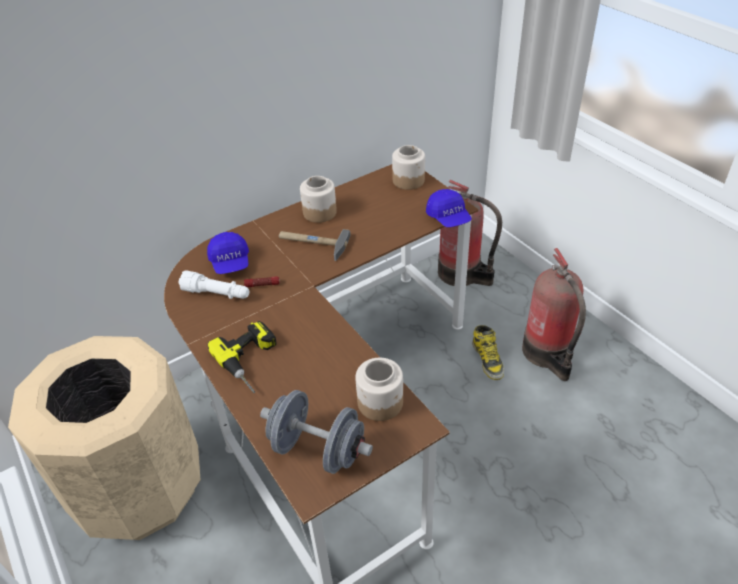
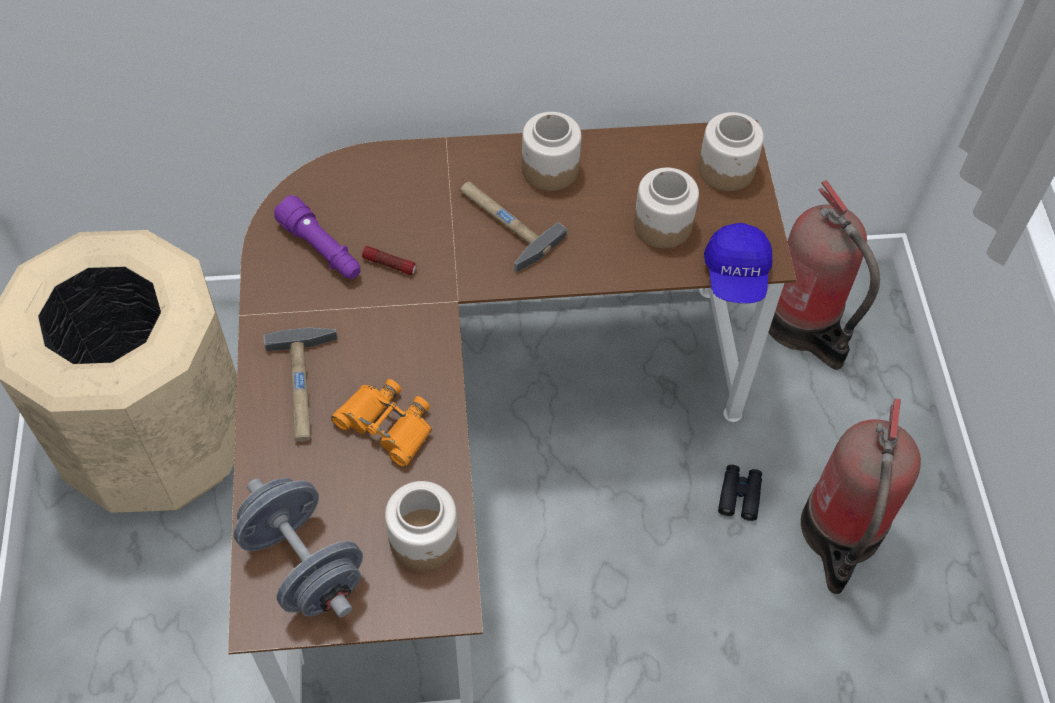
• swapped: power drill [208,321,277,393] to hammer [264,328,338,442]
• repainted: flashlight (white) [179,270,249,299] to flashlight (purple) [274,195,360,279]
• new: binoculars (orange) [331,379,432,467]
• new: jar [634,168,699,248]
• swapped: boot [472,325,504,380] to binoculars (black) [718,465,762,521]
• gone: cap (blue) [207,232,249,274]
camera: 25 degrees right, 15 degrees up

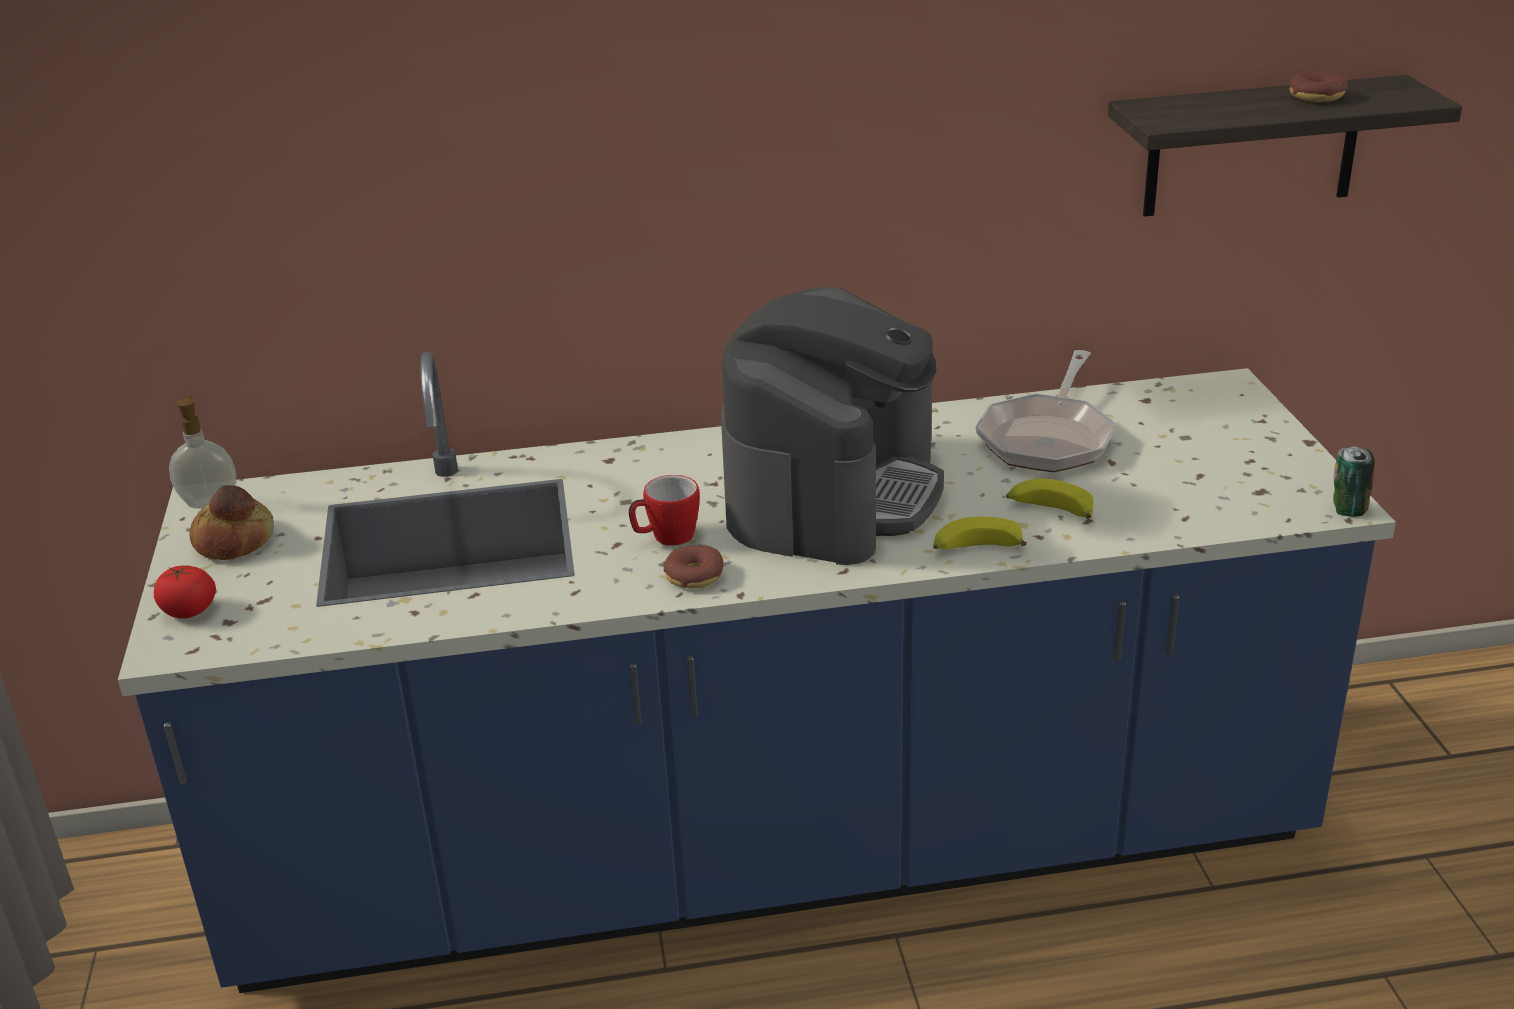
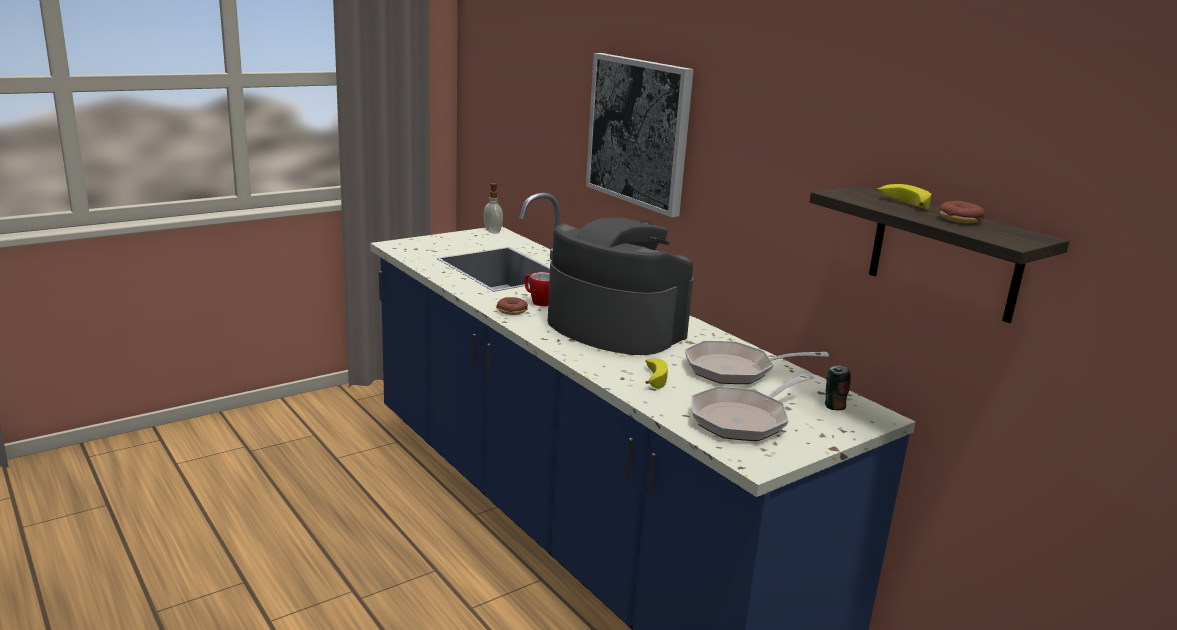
• rotated: coffee machine [721,287,944,565] = [548,217,693,355] 135 degrees counterclockwise
• new: picture [586,53,694,217]
• new: frying pan [691,373,814,441]
• shifted: can [1333,446,1375,517] to [825,365,851,410]
• shifted: banana [933,517,1027,549] to [876,184,931,210]
• gone: tomato [154,565,216,619]
• gone: bread [189,485,274,560]
camera: 60 degrees right, 10 degrees down

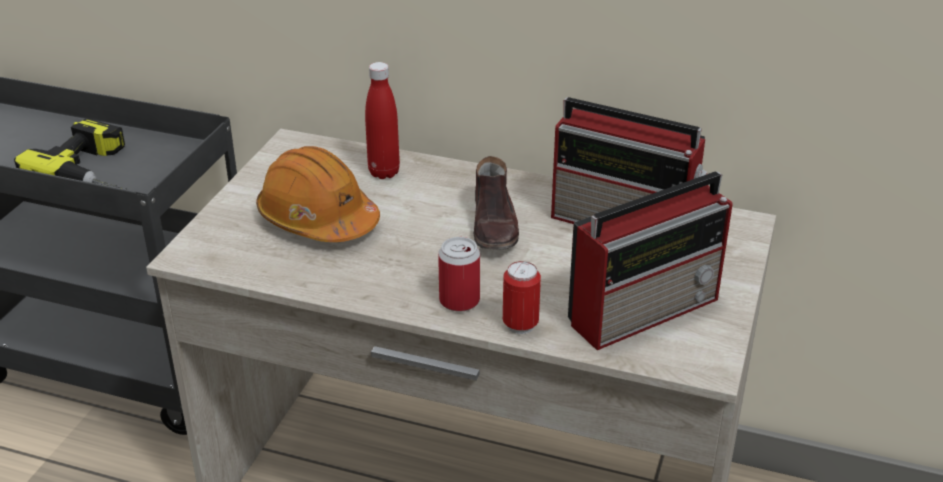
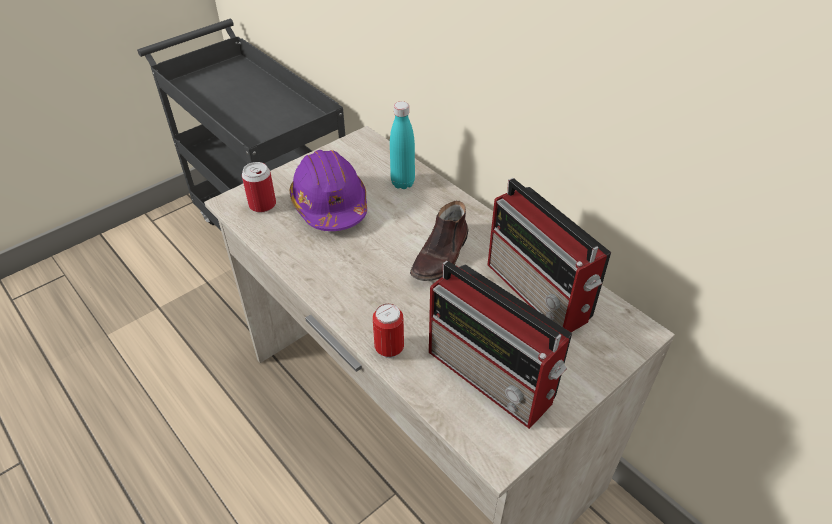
• shifted: can [438,237,480,312] to [242,162,276,213]
• repainted: hard hat (orange) [256,146,380,242] to hard hat (purple) [290,150,367,231]
• repainted: bottle (red) [365,62,400,179] to bottle (turquoise) [390,101,415,189]
• rotated: radio [568,171,733,350] = [429,261,572,429] 45 degrees clockwise
• gone: power drill [14,119,129,190]
camera: 30 degrees right, 10 degrees up

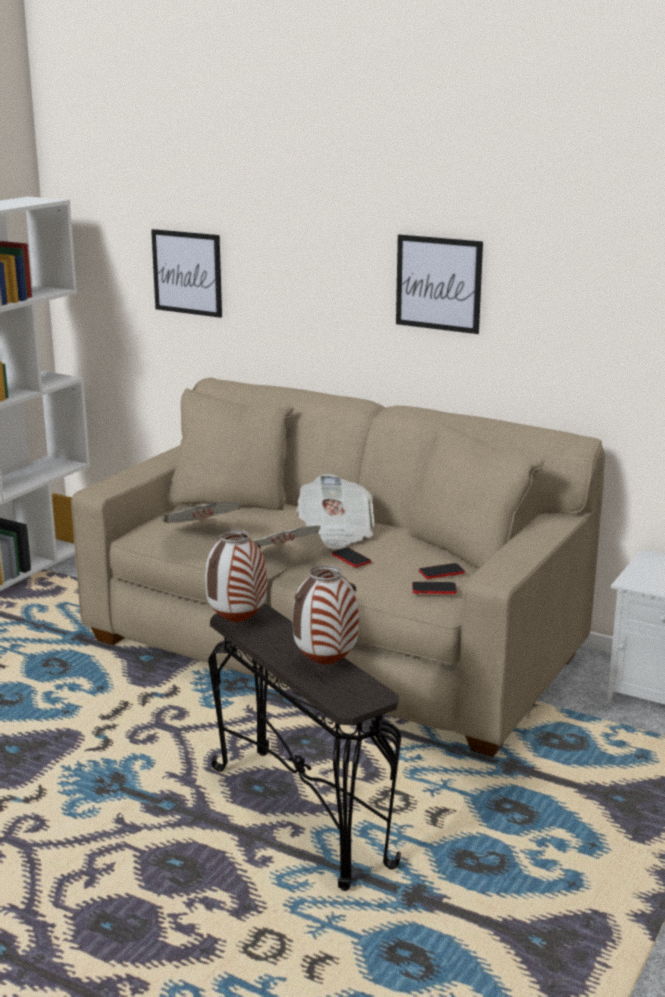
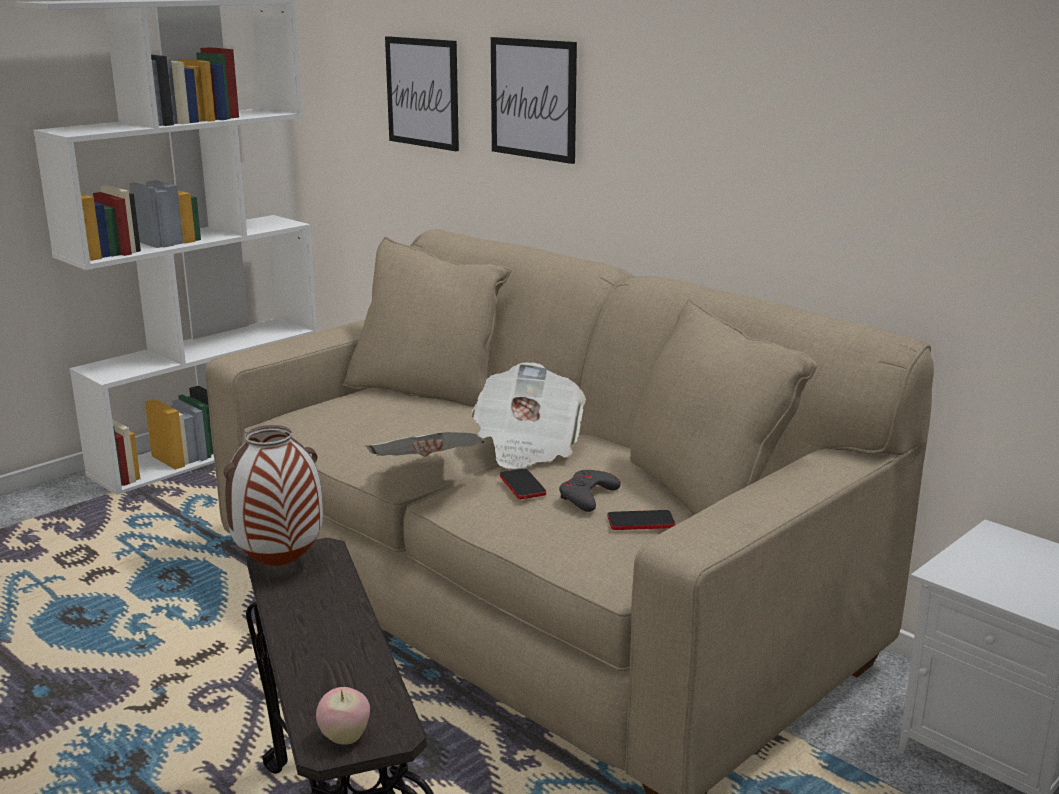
• new: apple [316,687,370,745]
• shifted: picture [396,235,483,334] to [491,37,577,164]
• new: game controller (grey) [559,470,621,512]
• gone: newspaper [162,502,240,523]
• gone: vase [293,565,359,665]
• gone: phone [412,582,457,594]
camera: 15 degrees right, 0 degrees up

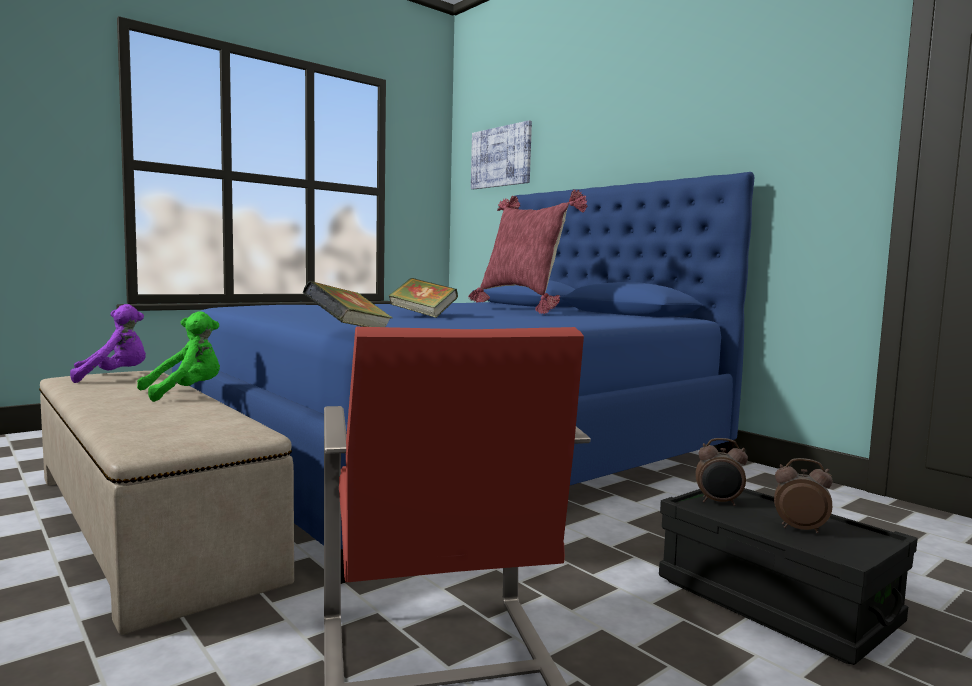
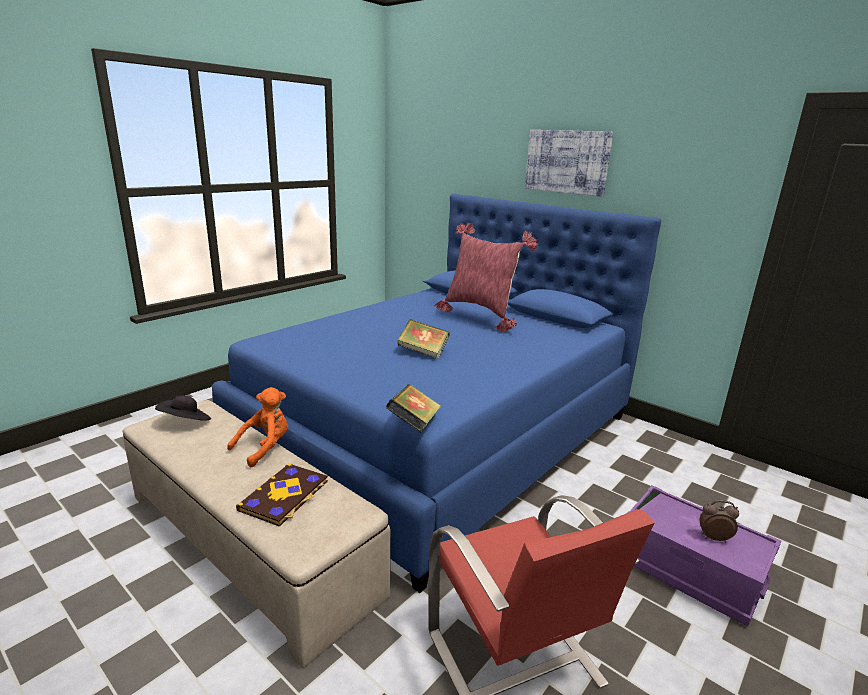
• swapped: plush toy (purple) [70,304,146,383] to hat (black) [155,396,211,421]
• repainted: plush toy (green) [137,311,220,402] to plush toy (orange) [227,387,288,467]
• new: book [236,463,328,527]
• shifted: picture [471,120,532,189] to [525,130,613,197]
• repainted: storage box (black) [659,488,918,665] to storage box (purple) [628,485,781,626]
• gone: alarm clock [696,438,748,506]
camera: 10 degrees left, 15 degrees up

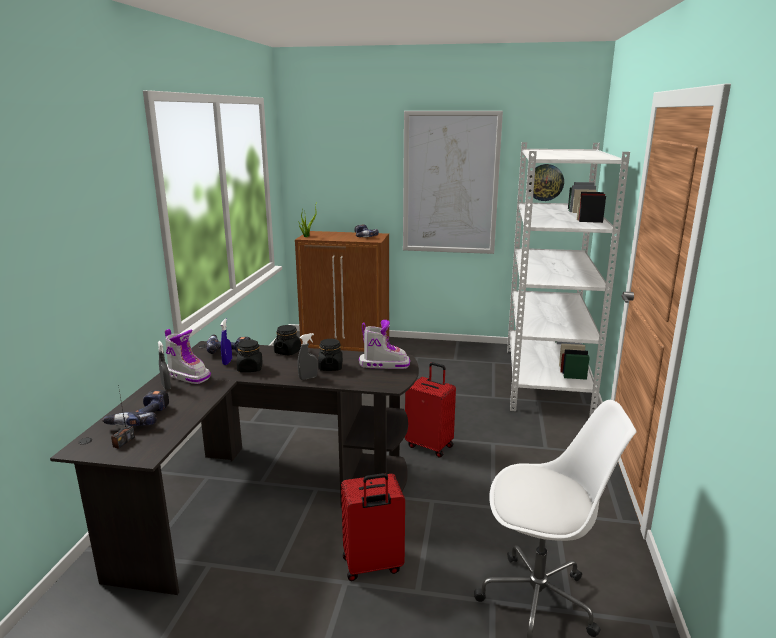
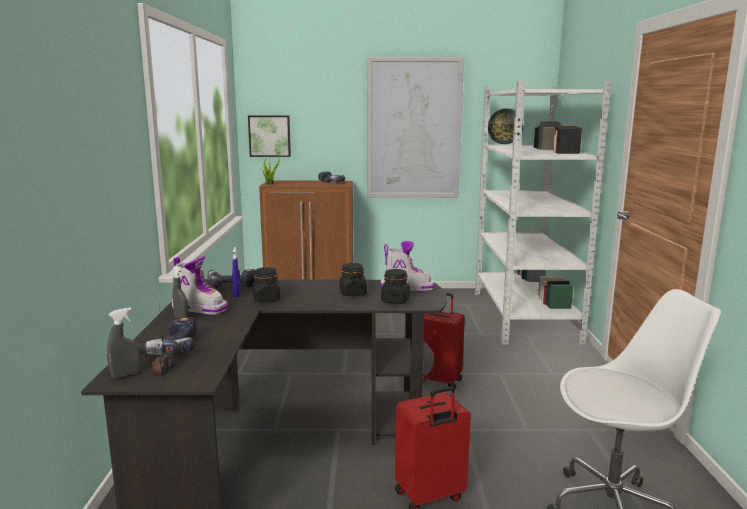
• shifted: spray bottle (grey) [298,333,318,380] to [107,307,140,378]
• new: picture [248,115,291,157]
• shifted: jar (black) [274,325,301,355] to [381,269,410,304]
camera: 10 degrees left, 5 degrees down

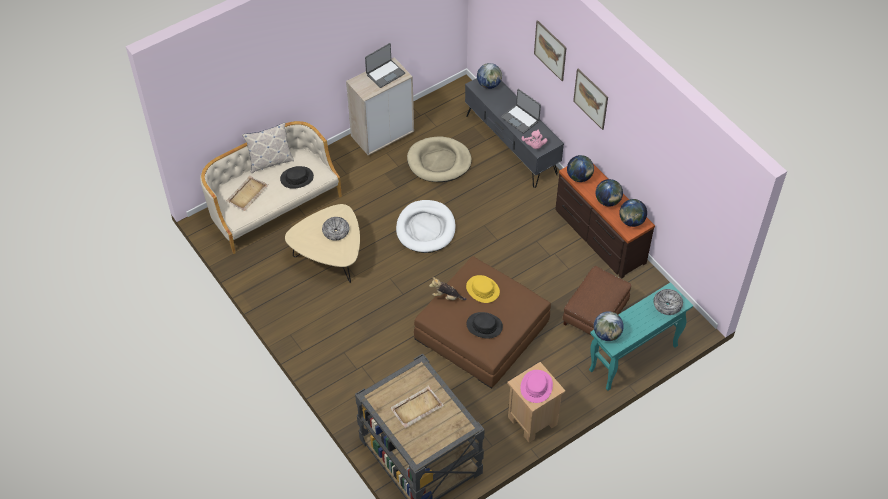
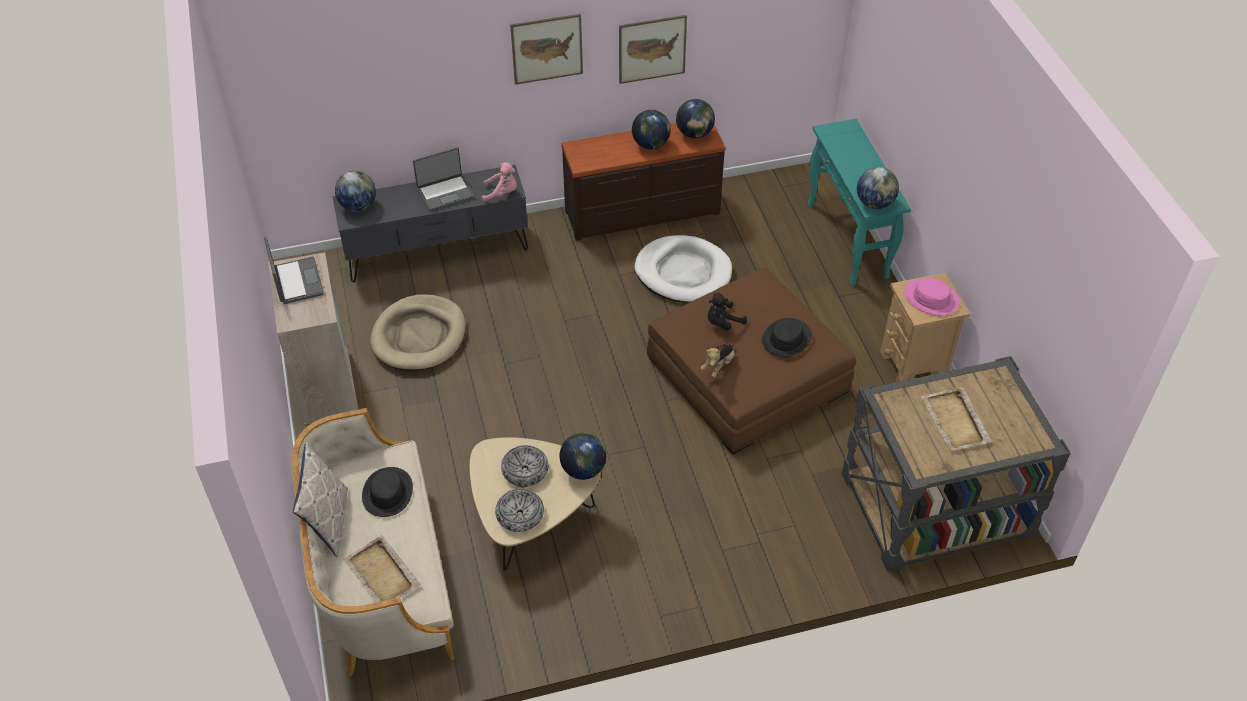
• shifted: bowl [653,289,683,315] to [495,489,544,532]
• shifted: globe [567,155,594,182] to [560,432,606,480]
• shifted: picture [534,20,566,81] to [619,15,687,84]
• shifted: dog bed (white) [396,200,456,253] to [634,235,732,303]
• swapped: hat (yellow) [466,275,500,303] to plush toy (black) [707,293,747,330]
• gone: ottoman (brown) [563,266,632,336]
camera: 70 degrees left, 5 degrees down

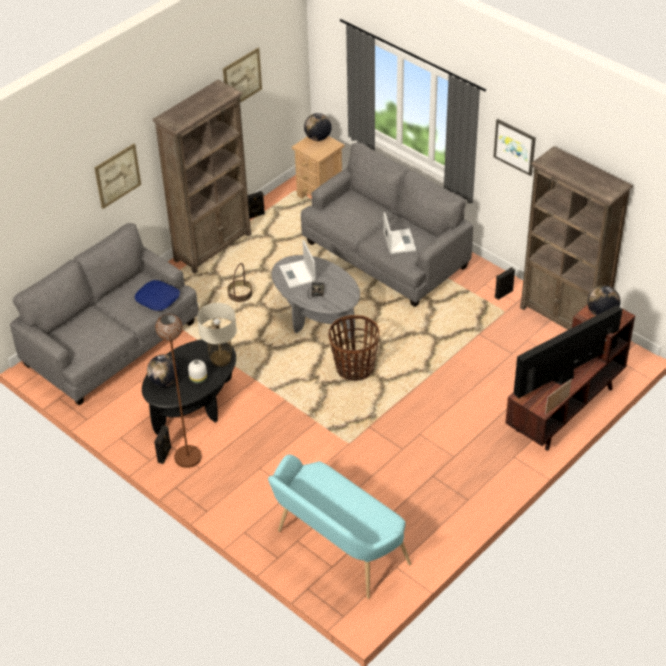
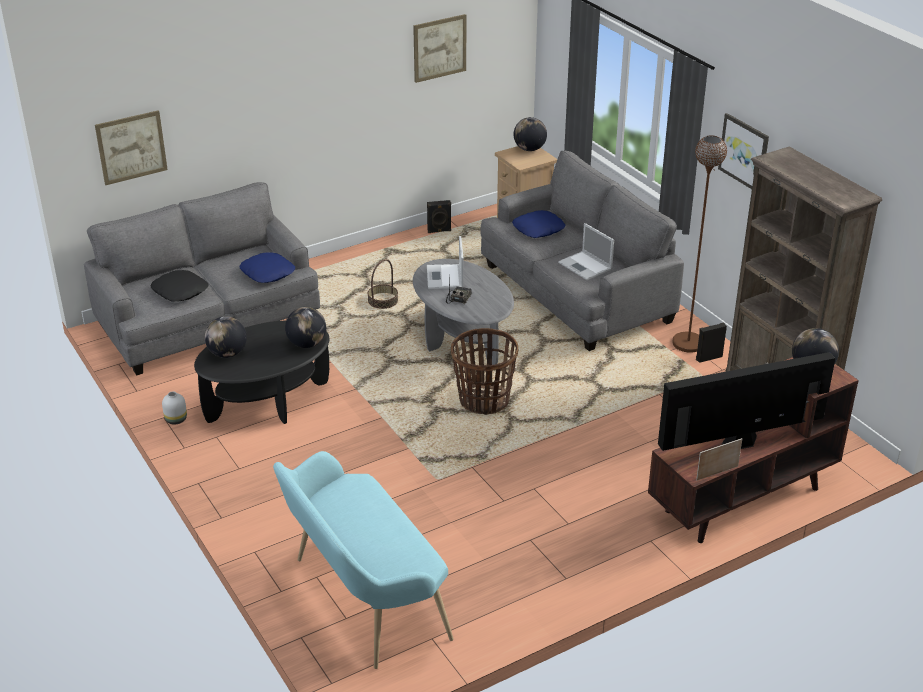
• shifted: picture [94,144,141,209] to [95,110,168,185]
• new: pillow (black) [151,270,208,302]
• shifted: vase (white) [188,359,207,384] to [162,391,187,424]
• swapped: table lamp [197,303,237,367] to globe [285,307,326,348]
• new: pillow (blue) [512,210,565,238]
• rotated: laptop [384,212,416,254] = [558,223,614,280] 135 degrees clockwise
• shifted: floor lamp (brown) [155,314,202,468] to [672,135,727,353]
• gone: bookcase (brown) [152,80,252,274]
• gone: speaker (black) [154,425,171,464]
camera: 15 degrees right, 10 degrees down

